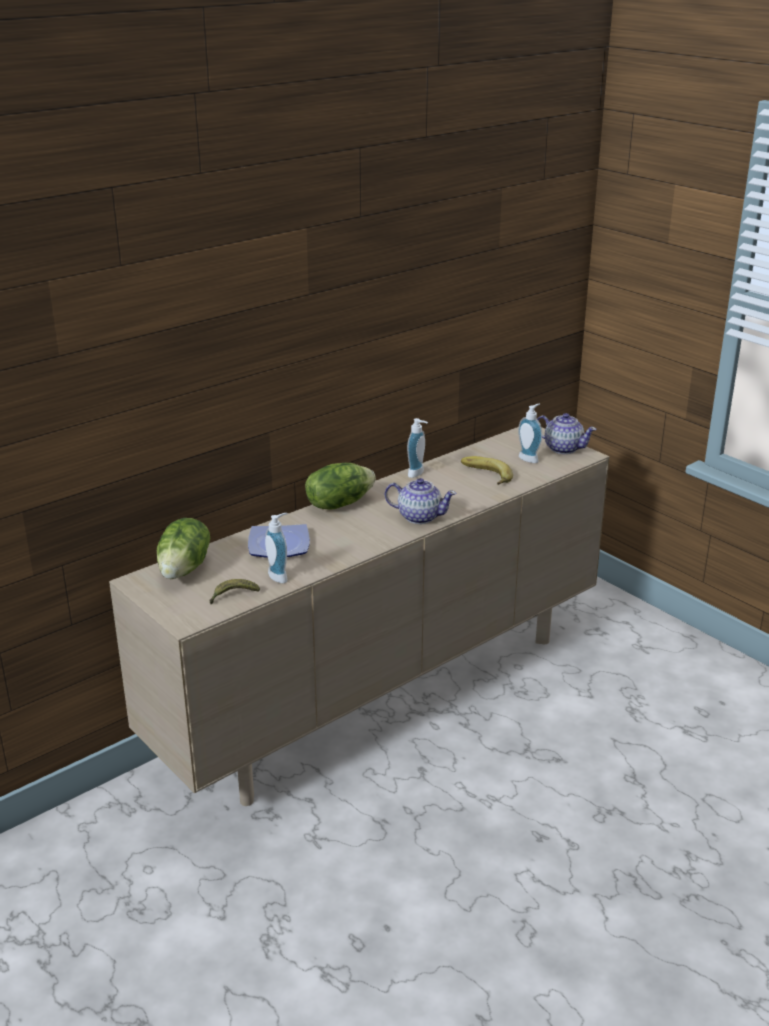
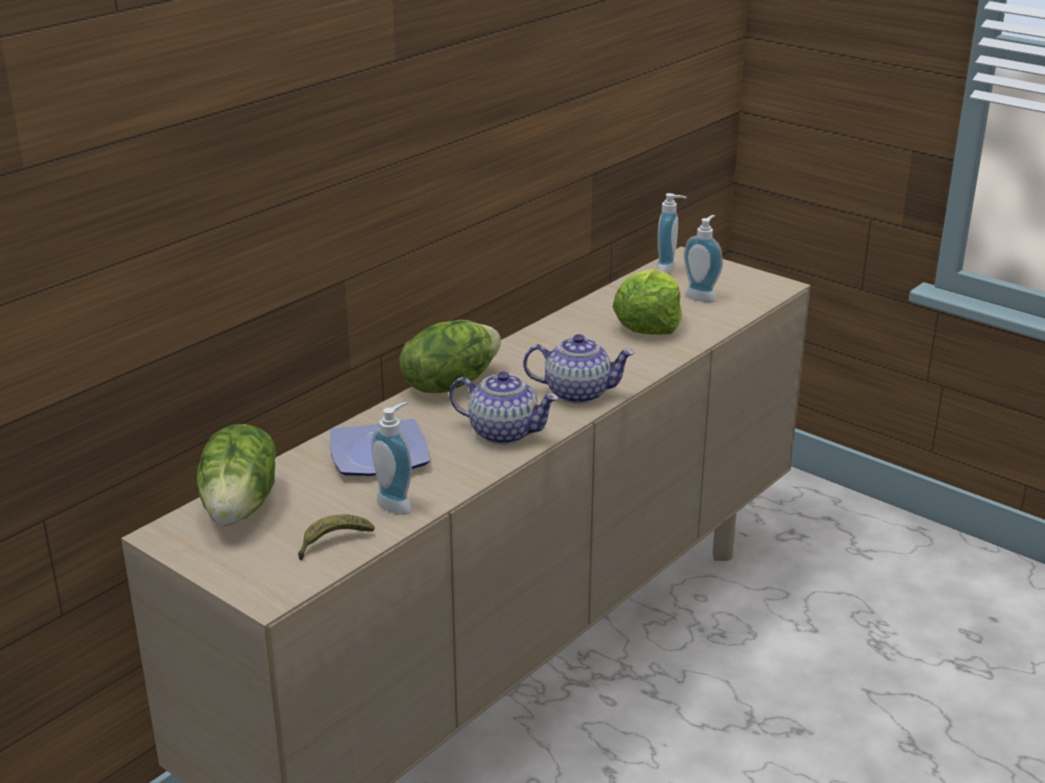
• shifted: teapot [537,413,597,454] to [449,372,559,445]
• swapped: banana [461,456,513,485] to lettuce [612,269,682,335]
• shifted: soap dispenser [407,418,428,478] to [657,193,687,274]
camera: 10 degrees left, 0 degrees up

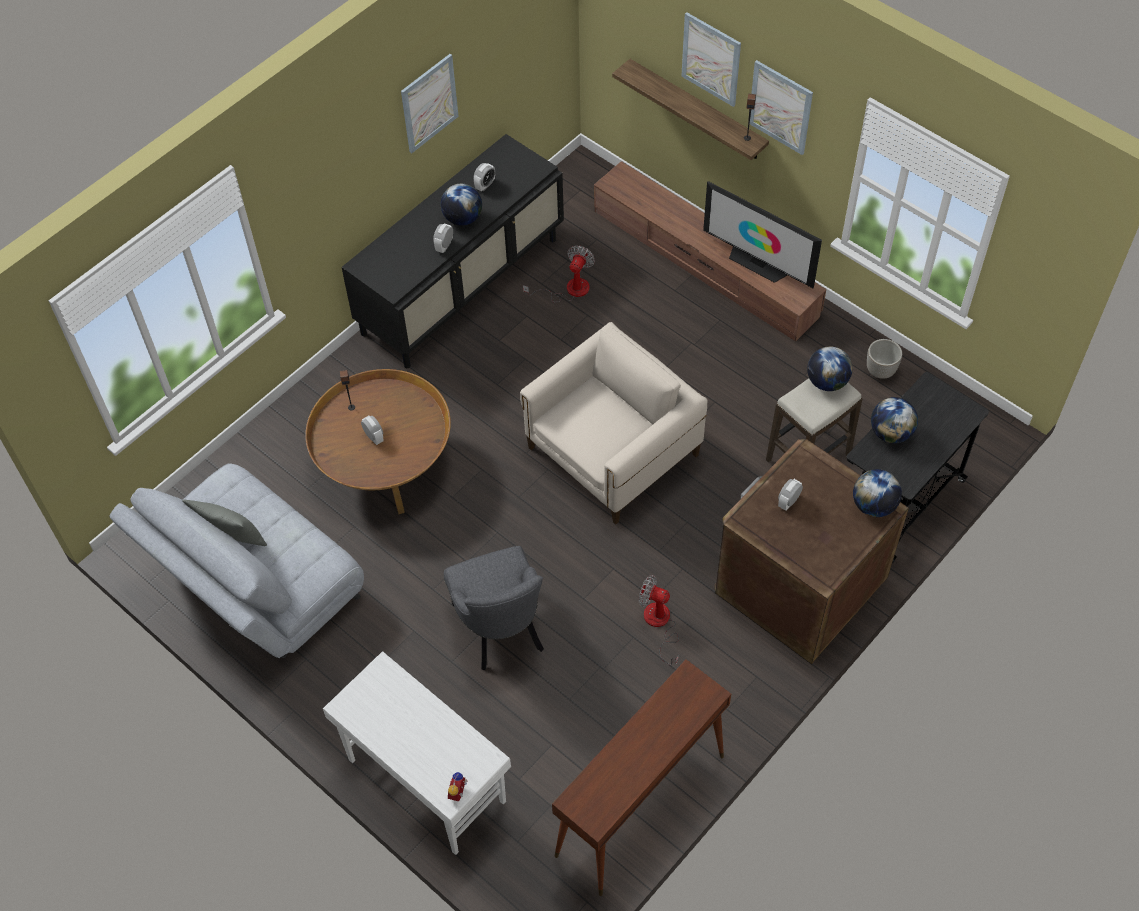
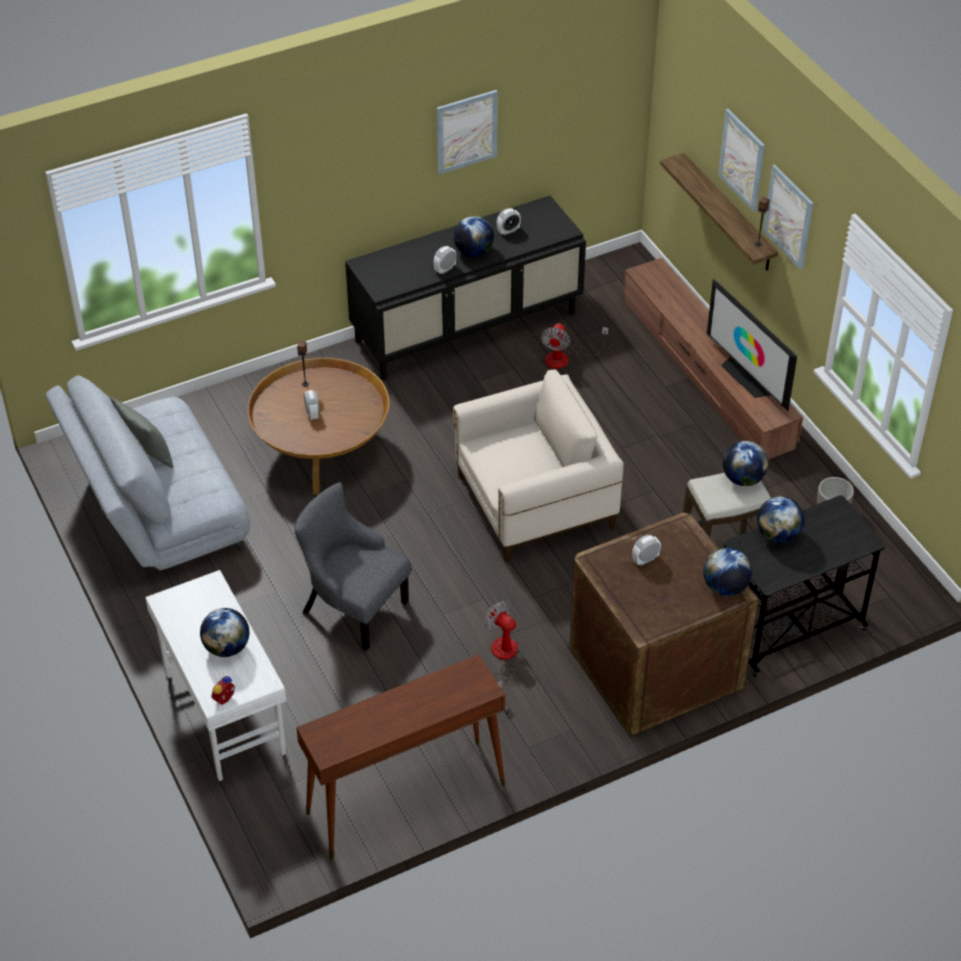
• new: globe [200,608,249,657]
• rotated: armchair (grey) [444,546,544,670] = [294,482,412,651] 120 degrees clockwise
• rotated: fan [523,245,595,303] = [541,323,608,369] 150 degrees clockwise
camera: 20 degrees right, 10 degrees down

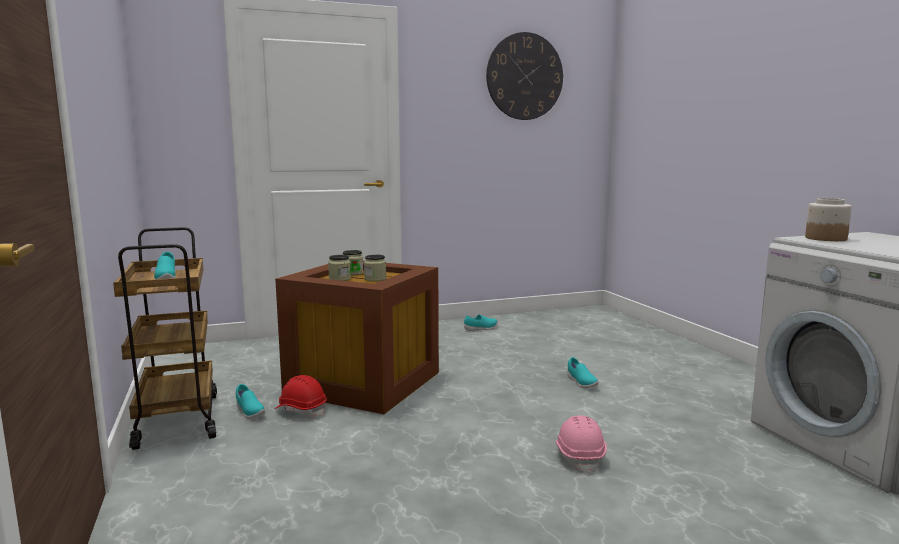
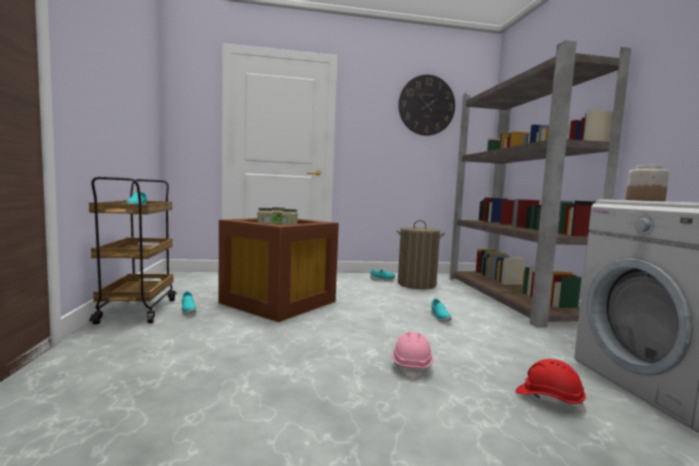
• new: laundry basket [396,220,445,289]
• new: bookcase (brown) [450,40,631,327]
• shifted: hard hat (red) [275,375,327,417] to [516,359,586,413]
camera: 10 degrees right, 5 degrees down

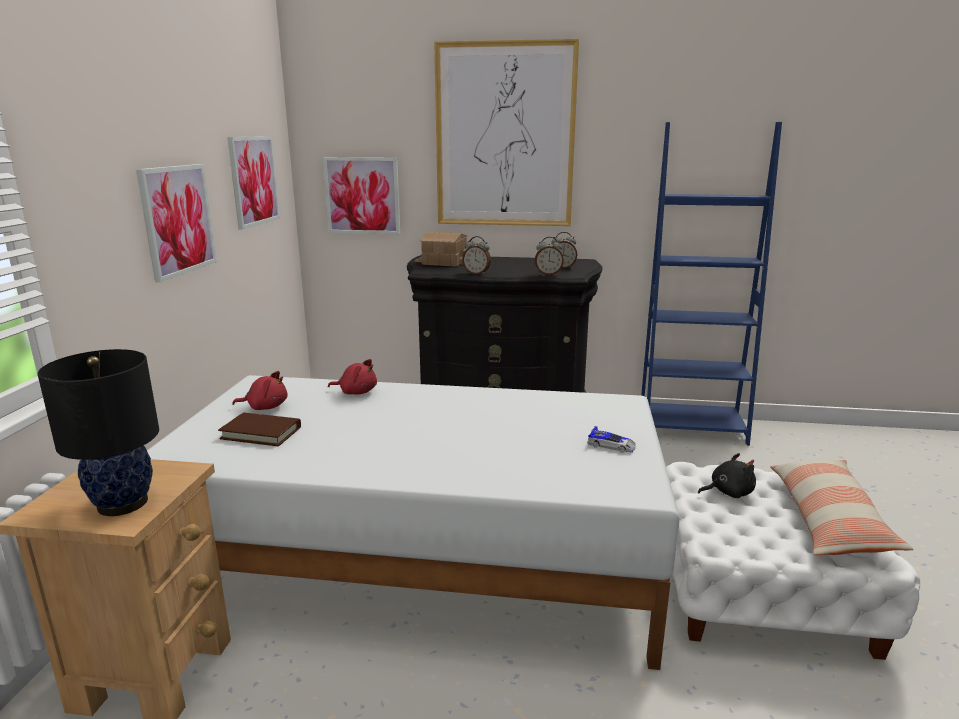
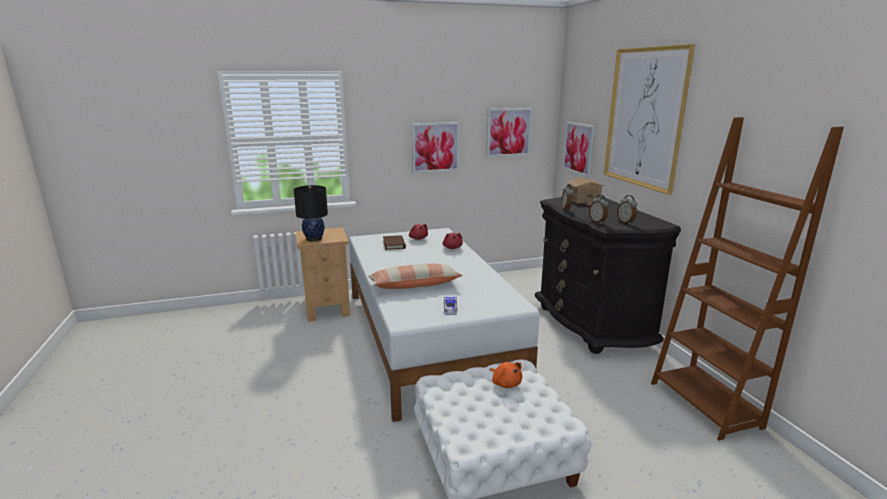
• shifted: pillow [770,459,914,555] to [368,264,463,289]
• repainted: plush toy (black) [698,453,756,498] to plush toy (orange) [489,362,522,388]
• repainted: bookcase (blue) [641,122,782,446] to bookcase (brown) [651,117,844,441]
camera: 65 degrees right, 0 degrees up

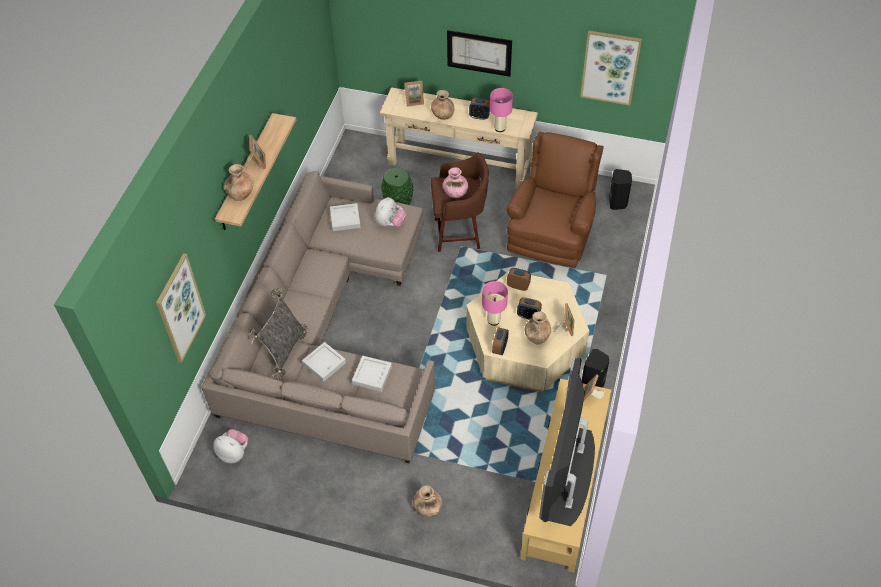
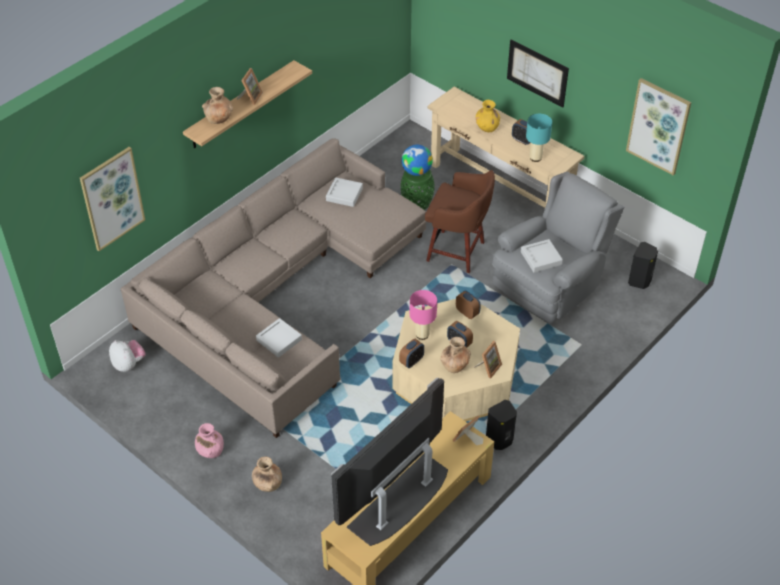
• shifted: vase (pink) [443,167,468,198] to [195,423,224,458]
• new: globe [402,145,433,176]
• repainted: vase (brown) [431,90,454,120] to vase (yellow) [476,100,500,132]
• repainted: armchair (brown) [506,132,604,268] to armchair (grey) [492,171,624,324]
• shifted: tray (grey) [302,342,346,382] to [521,239,563,273]
• repainted: table lamp (pink) [490,88,513,132] to table lamp (turquoise) [526,114,552,162]
• gone: pillow [247,287,308,381]
• gone: plush toy [375,197,406,227]
• gone: picture frame [405,81,424,107]
camera: 25 degrees right, 5 degrees down

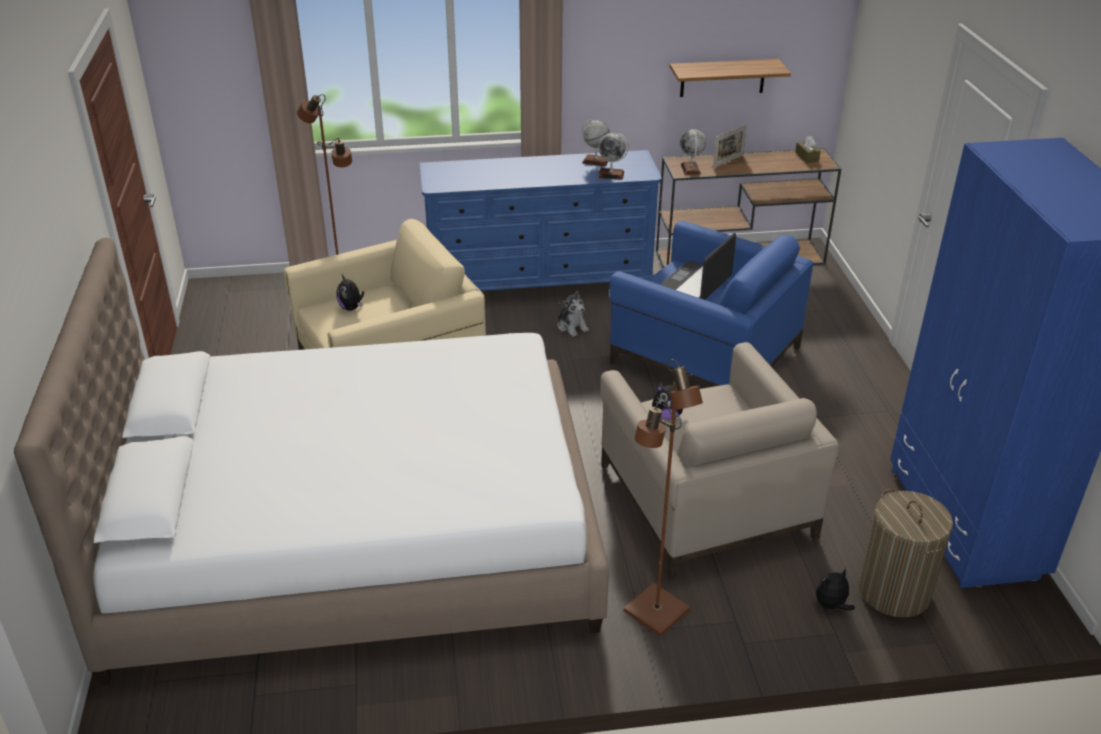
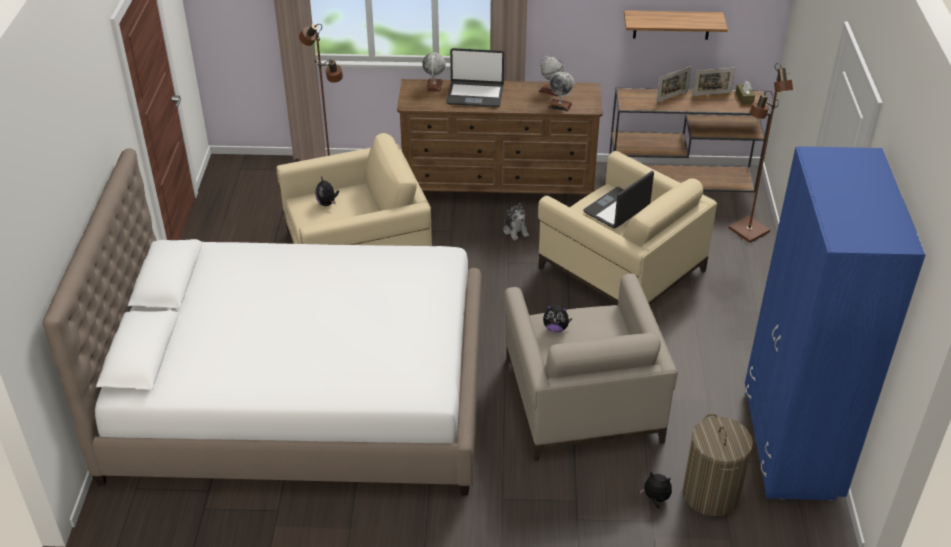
• repainted: dresser (blue) [419,150,662,291] to dresser (brown) [397,79,603,195]
• shifted: globe [680,129,706,175] to [423,52,445,92]
• new: laptop [446,48,504,107]
• repainted: armchair (blue) [609,220,814,387] to armchair (beige) [538,151,717,305]
• rotated: plush toy [816,568,855,610] = [640,471,672,509] 45 degrees clockwise
• new: picture frame [693,68,735,96]
• shifted: floor lamp (brown) [624,359,703,636] to [728,63,793,243]
camera: 10 degrees right, 5 degrees up

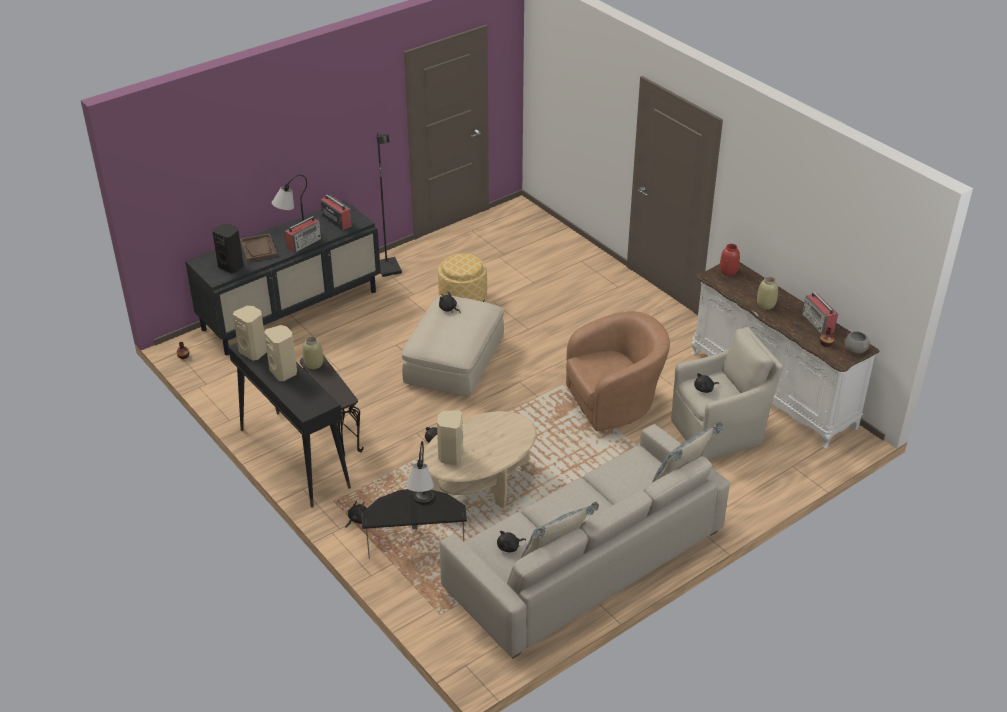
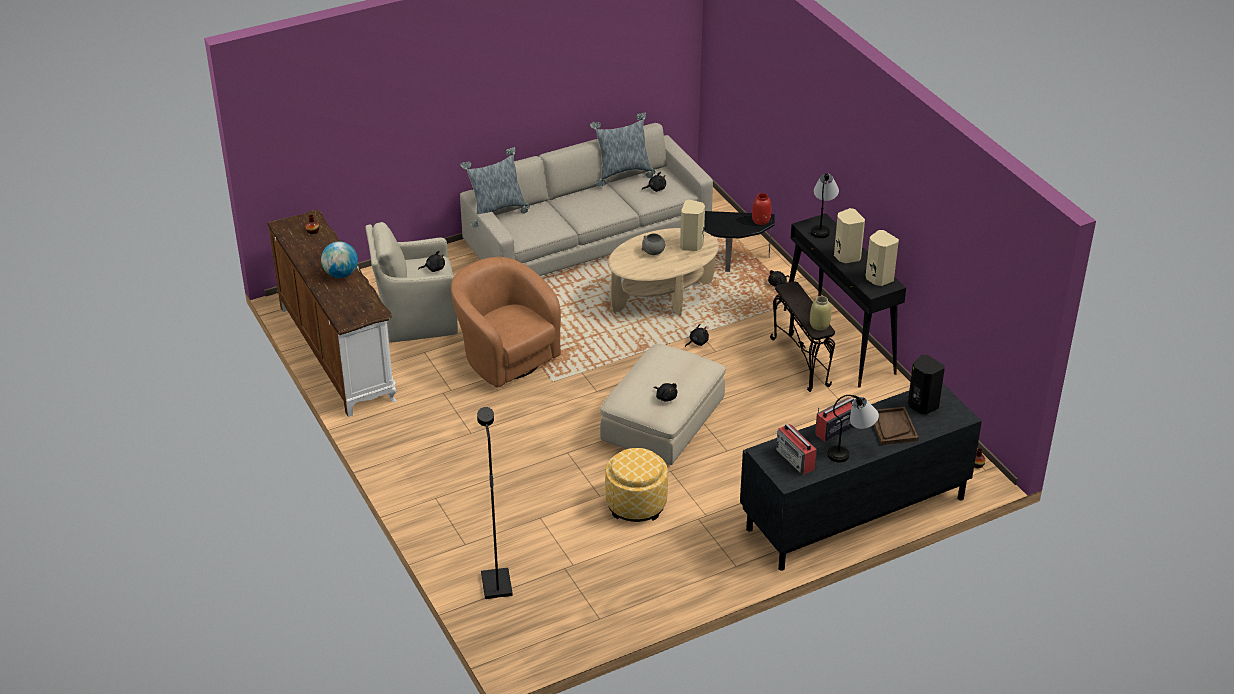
• swapped: vase (beige) [757,276,778,309] to globe [321,241,358,278]
• rotated: armchair (brown) [566,312,670,431] = [451,257,561,388] 60 degrees clockwise
• shifted: floor lamp (black) [376,131,402,277] to [477,407,513,599]
• shifted: bowl (grey) [844,331,870,354] to [642,234,665,255]
• shifted: vase (red) [720,244,740,276] to [752,193,771,225]
• shifted: table lamp [406,441,434,505] to [811,173,839,238]
• gone: radio [802,292,838,335]
camera: 170 degrees left, 0 degrees up

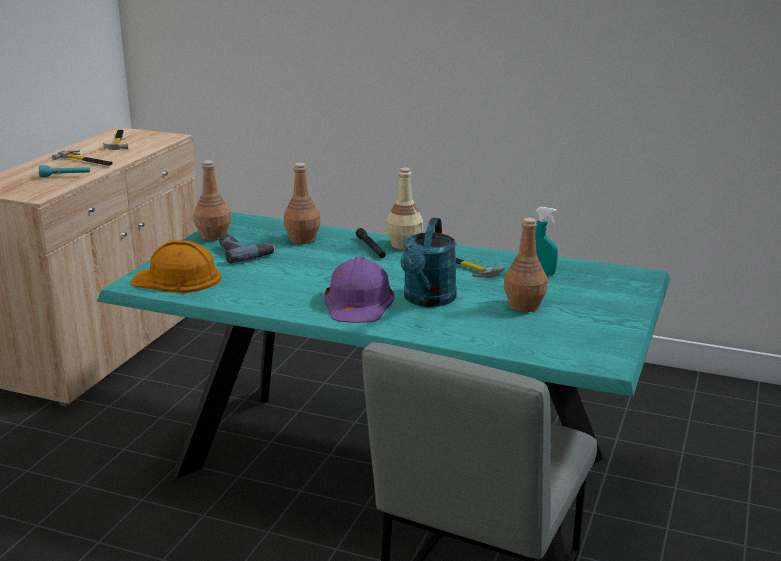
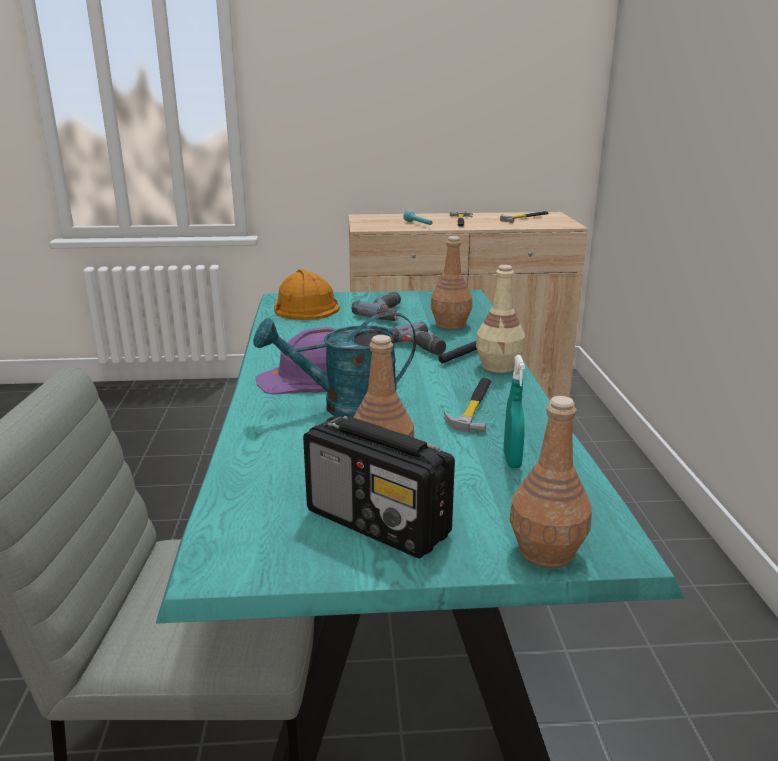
• new: radio [303,416,455,558]
• new: power drill [389,321,446,355]
• shifted: bottle (brown) [194,160,231,241] to [509,396,592,568]
camera: 65 degrees right, 0 degrees up

